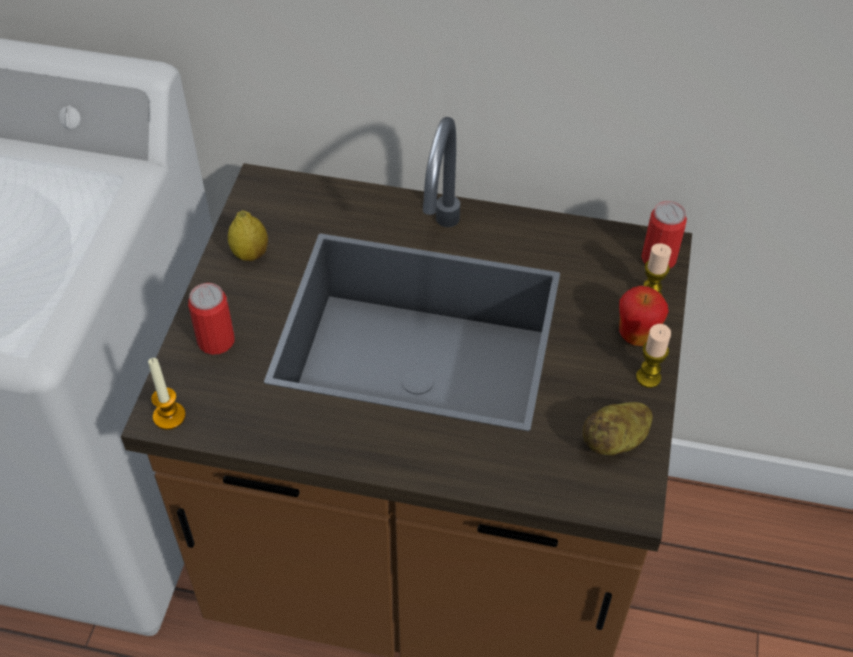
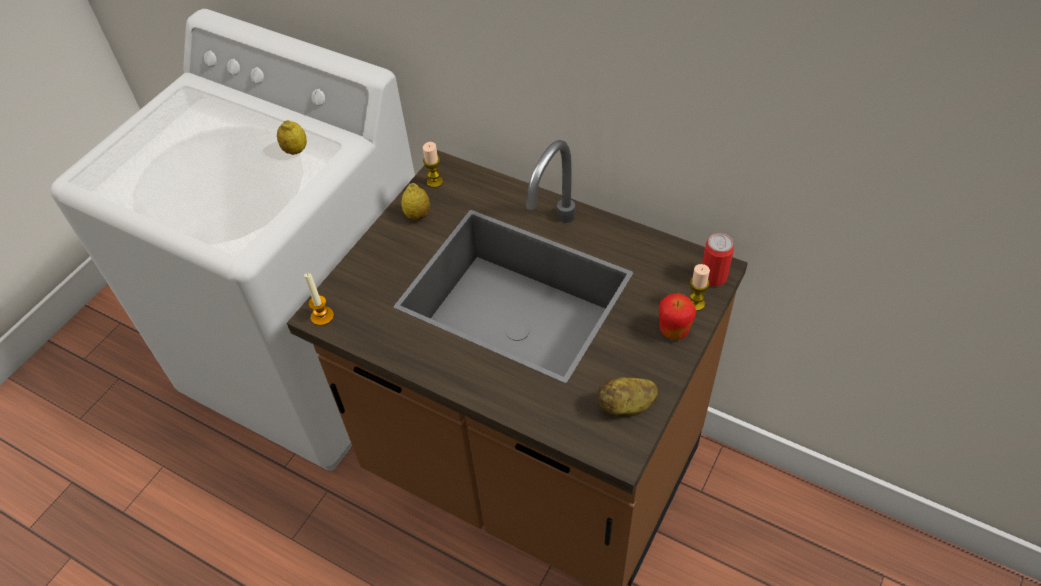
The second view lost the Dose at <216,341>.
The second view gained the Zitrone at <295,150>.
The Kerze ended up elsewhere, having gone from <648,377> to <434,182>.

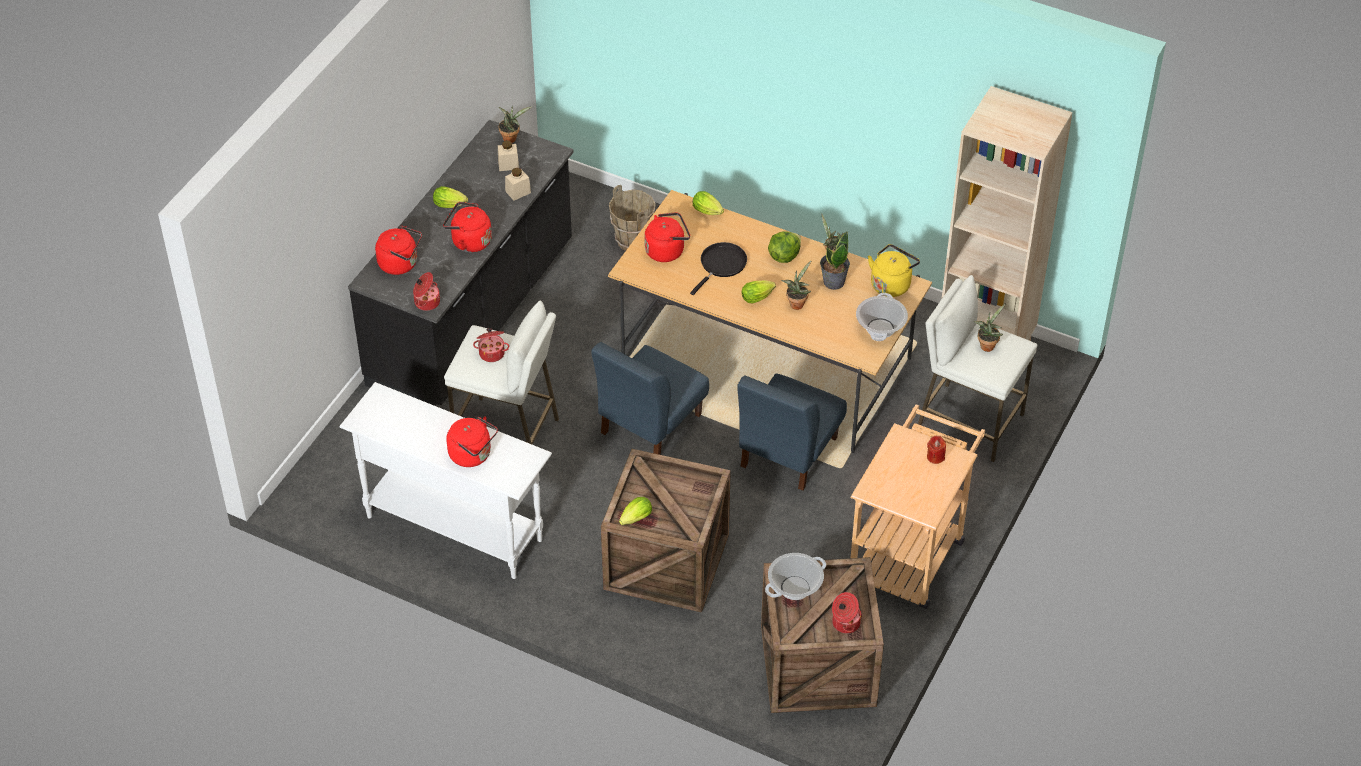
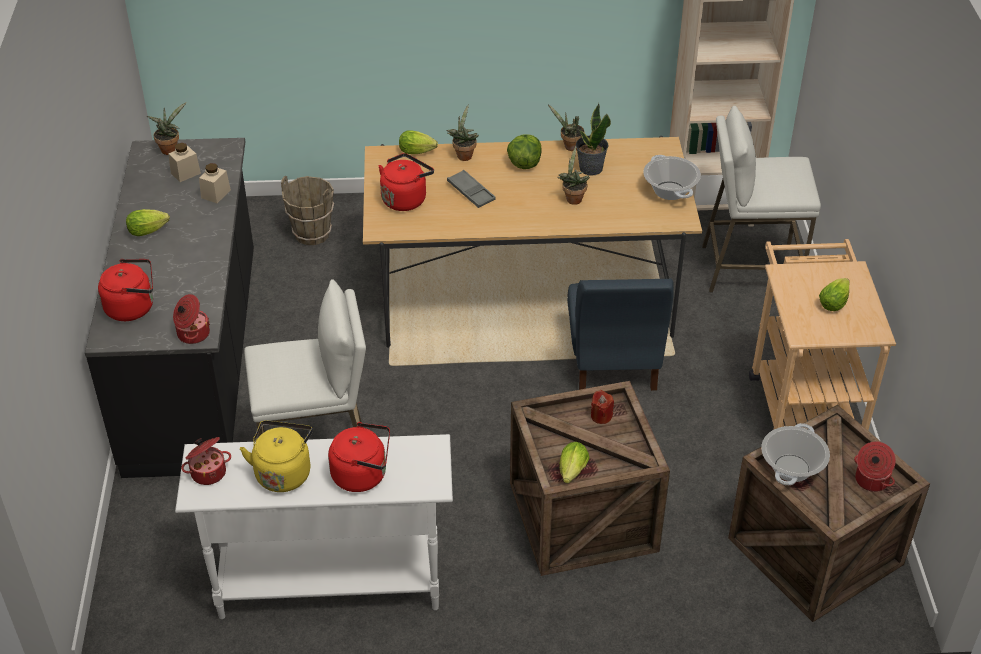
The second view lost the Wasserkessel (rot) at <469,241>.
The second view lost the Stuhl (blau) at <650,423>.
The Kochtopf ended up elsewhere, having gone from <492,353> to <208,472>.
The Salatkopf ended up elsewhere, having gone from <758,297> to <834,302>.
The Wasserkessel (gelb) ended up elsewhere, having gone from <891,284> to <283,472>.
The Kerze (rot) ended up elsewhere, having gone from <935,457> to <601,416>.
The Topfpflanze ended up elsewhere, having gone from <987,345> to <463,155>.
Where the Pfanne (schwarz) stood at <721,265>, the Tablett (grau) came to stand at <471,192>.

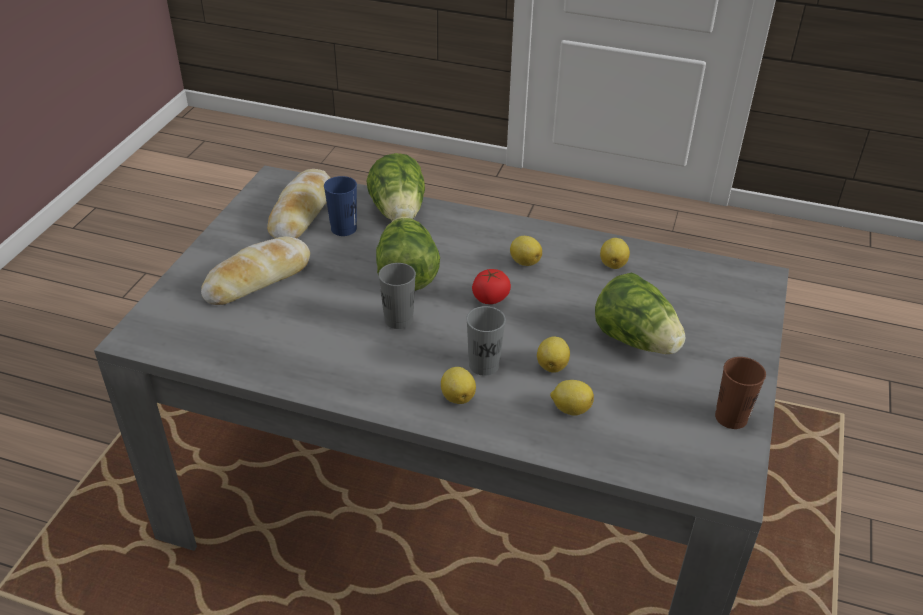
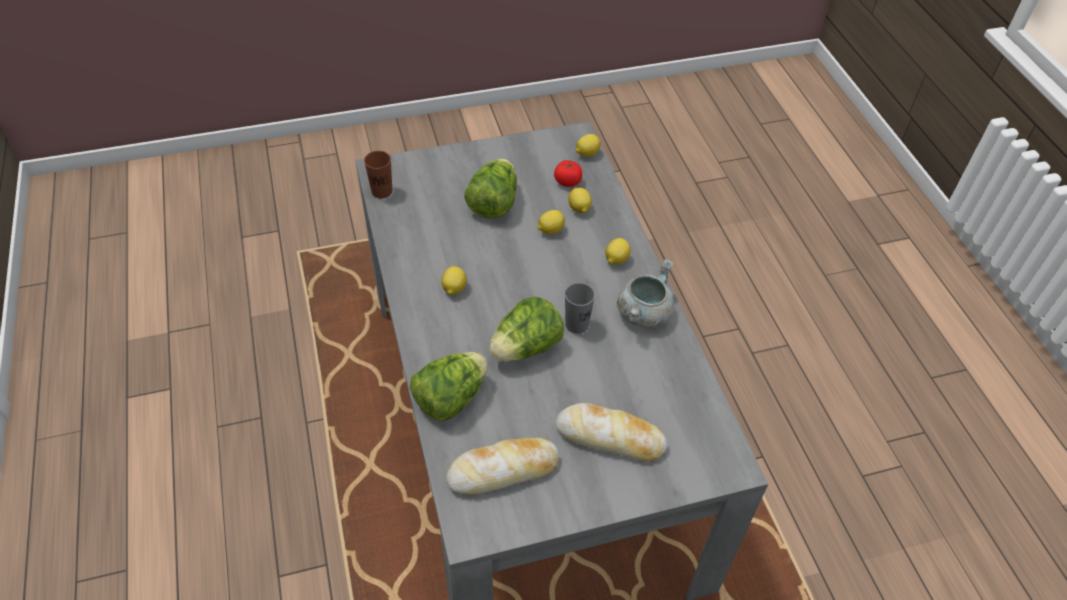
The second view lost the Tasse (blau) at <344,229>.
The second view lost the Tasse (grau) at <484,365>.
The second view gained the Kochtopf (grau) at <643,313>.
The Tomate ended up elsewhere, having gone from <490,298> to <567,182>.
The Zitrone ended up elsewhere, having gone from <613,264> to <587,154>.
The Tasse (braun) ended up elsewhere, having gone from <731,417> to <382,191>.

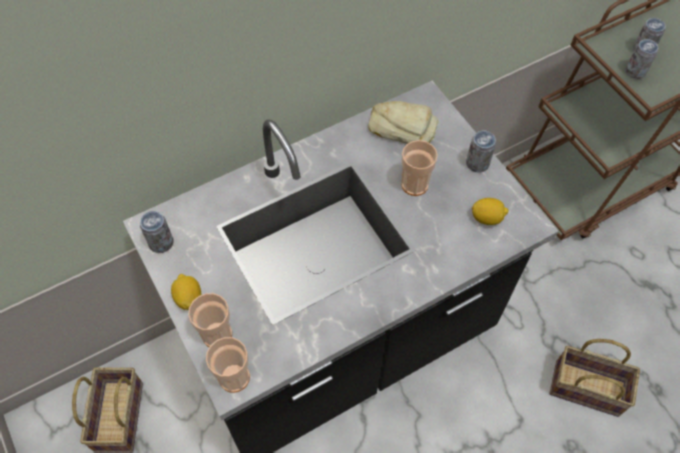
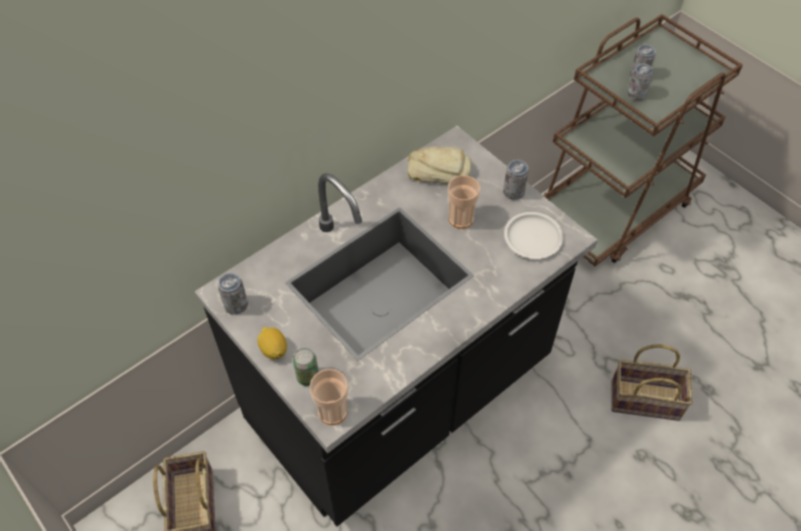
Where the Tasse stood at <217,334>, the Dose came to stand at <308,377>.
Where the Zitrone stood at <487,218>, the Teller (weiß) came to stand at <532,238>.

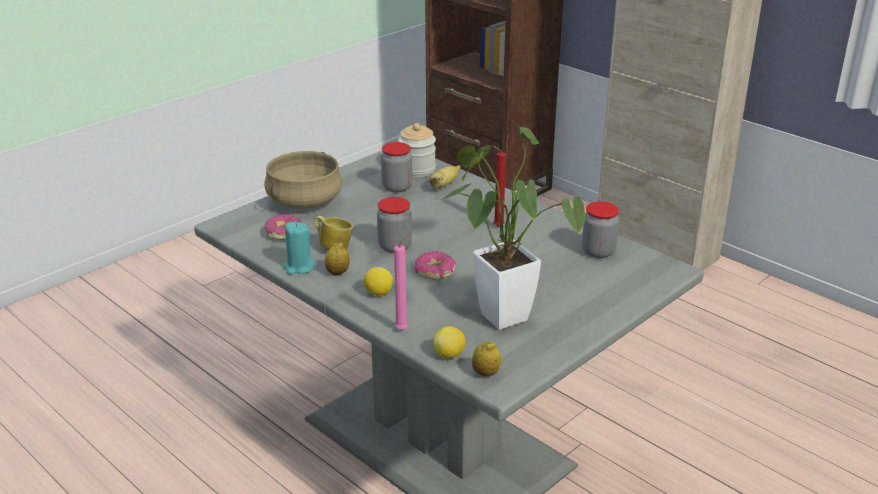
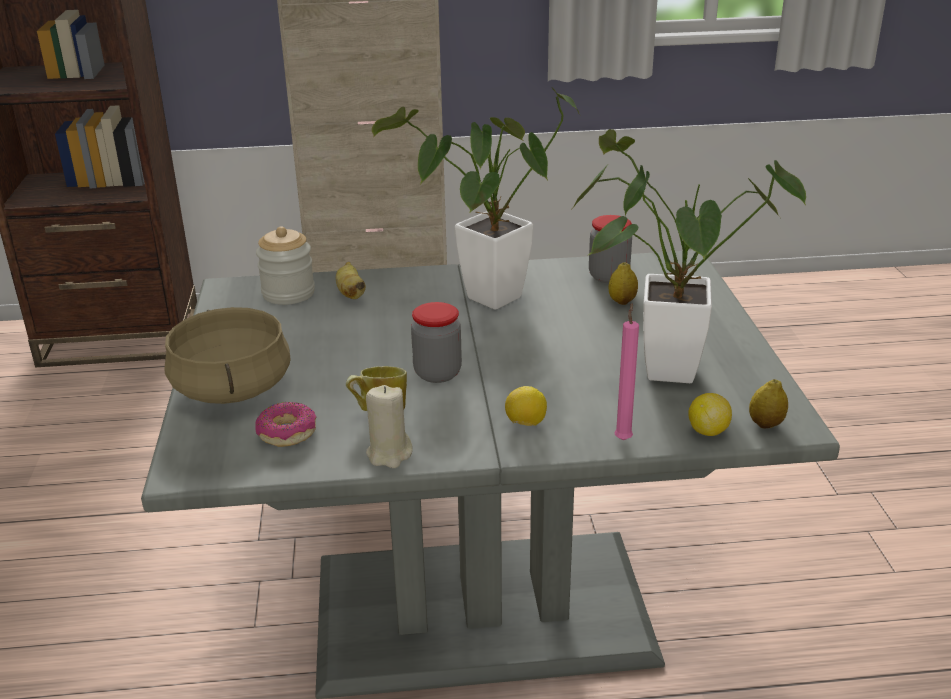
The second view lost the Vorratsglas at <397,187>.
The second view lost the Donut at <435,272>.
The Zitrone ended up elsewhere, having gone from <337,272> to <622,301>.
Where the Kerze (rot) stood at <496,226>, the Topfpflanze came to stand at <485,302>.
What was the Kerze (türkis) at <299,267> turned into the Kerze (beige) at <389,454>.

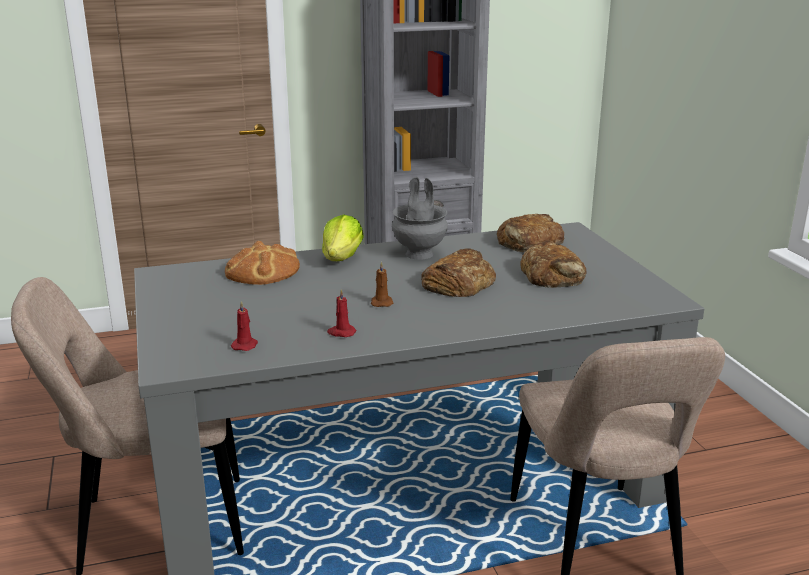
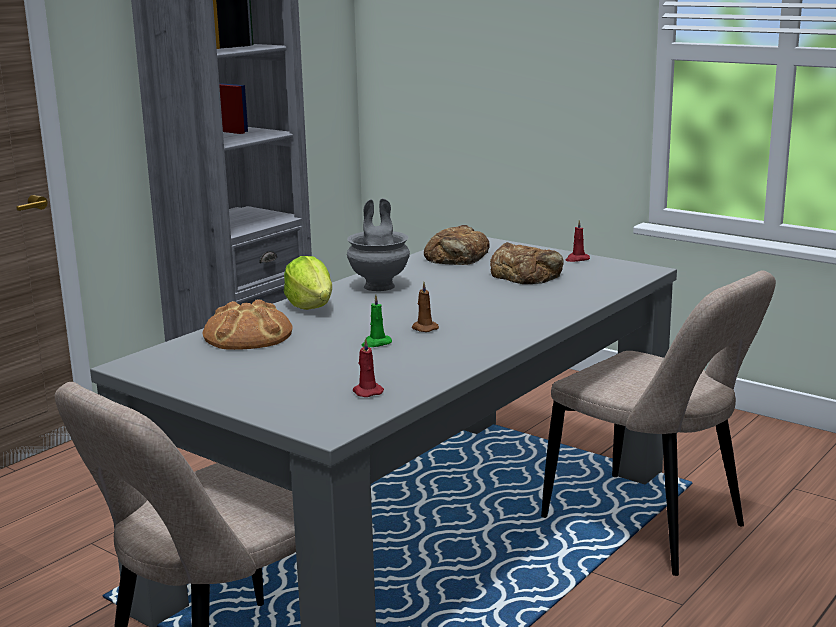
The second view lost the Brot at <458,283>.
The second view gained the Kerze (grün) at <376,343>.
The Kerze (rot) ended up elsewhere, having gone from <341,332> to <577,259>.

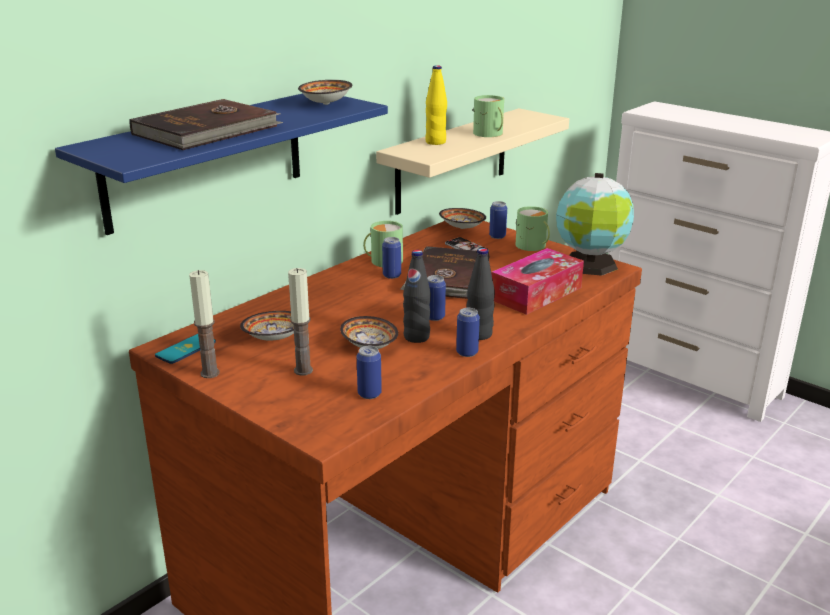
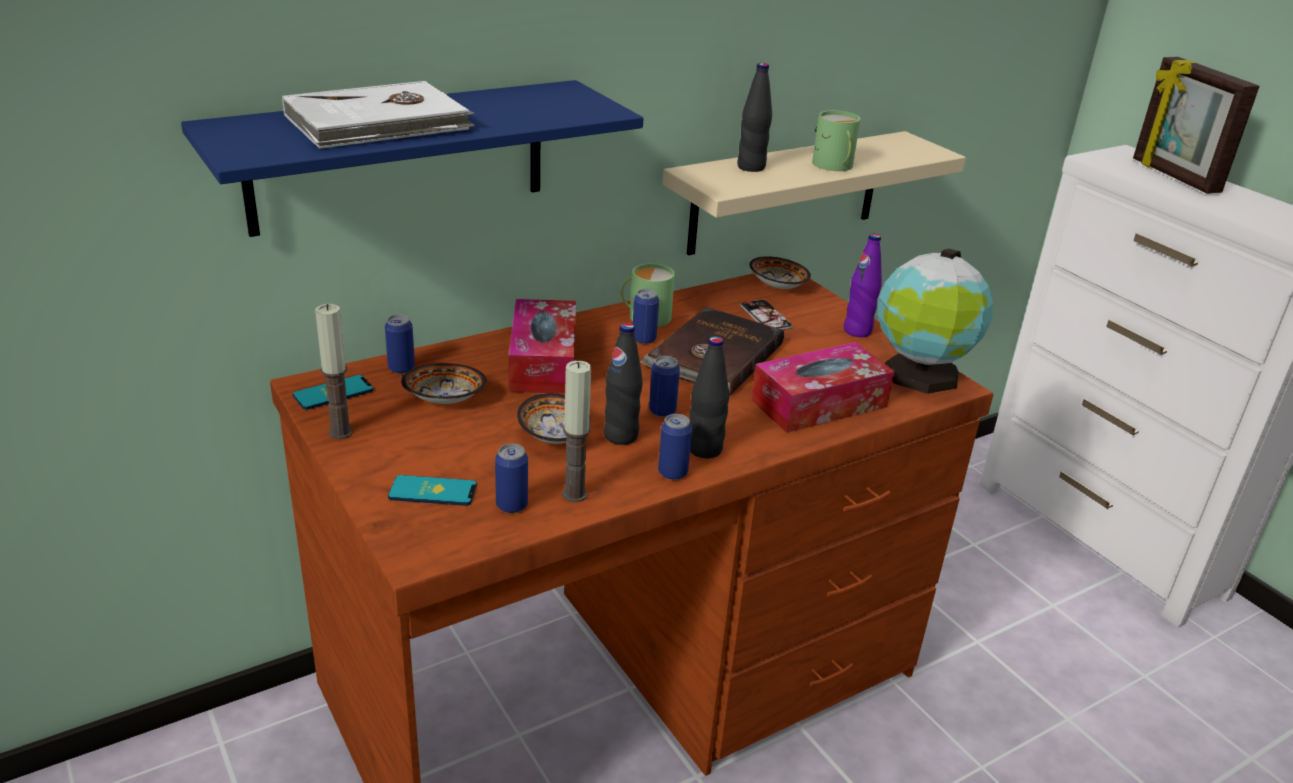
The second view lost the Schüssel at <327,104>.
The second view gained the Handy at <433,491>.
The second view gained the Taschentuchbox at <543,362>.
The second view gained the Bilderrahmen at <1173,176>.
The Kerze ended up elsewhere, having gone from <303,370> to <574,494>.
The Dose ended up elsewhere, having gone from <497,236> to <401,368>.
Where the Henkelbecher (grün) stood at <533,246>, the Flasche (lila) came to stand at <857,331>.
What was the Buch (braun) at <208,130> turned into the Buch (weiß) at <379,123>.
What was the Flasche (gelb) at <435,142> turned into the Flasche (schwarz) at <751,167>.

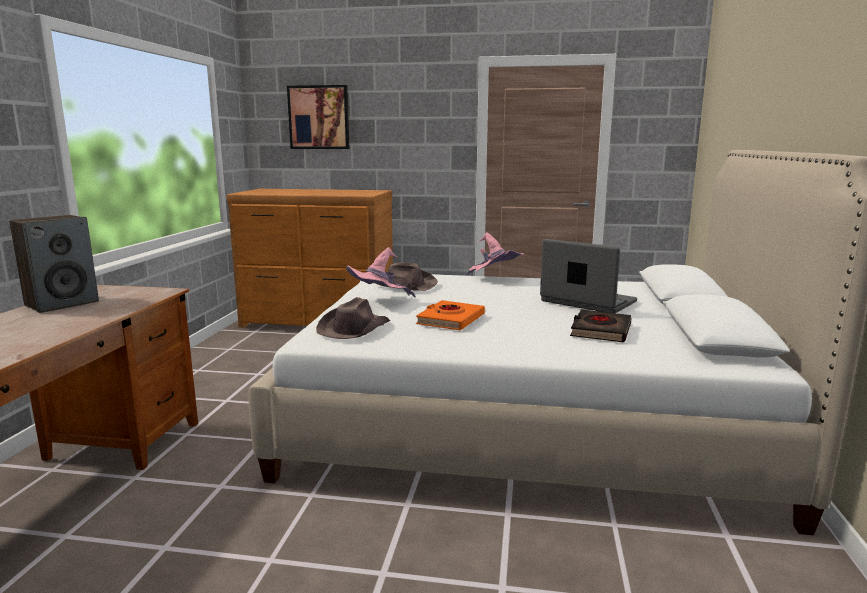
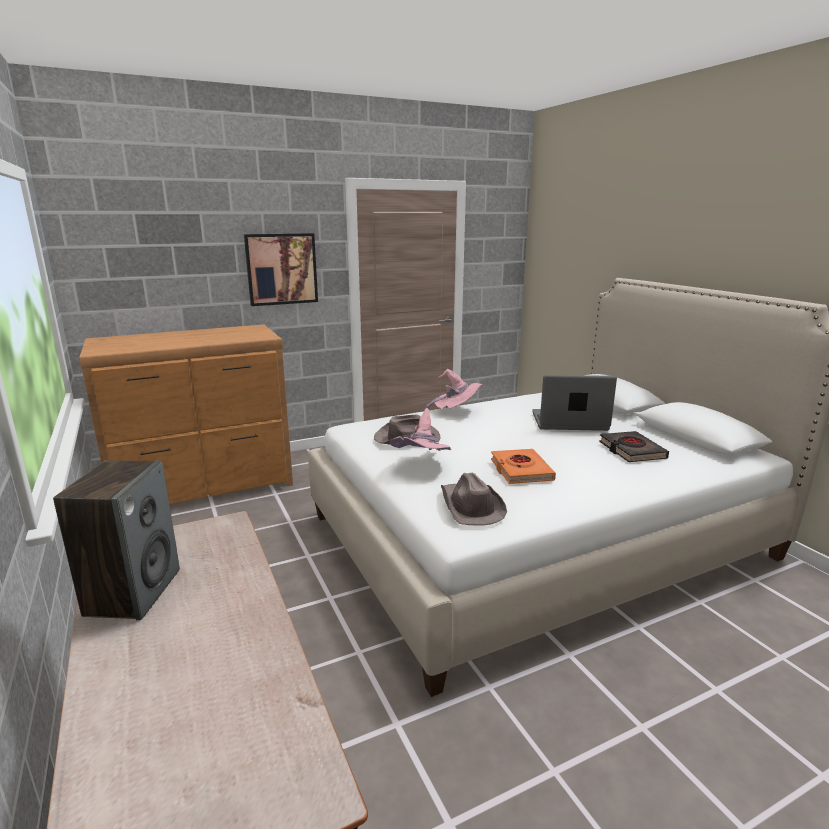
The Bild ended up elsewhere, having gone from <319,117> to <281,269>.

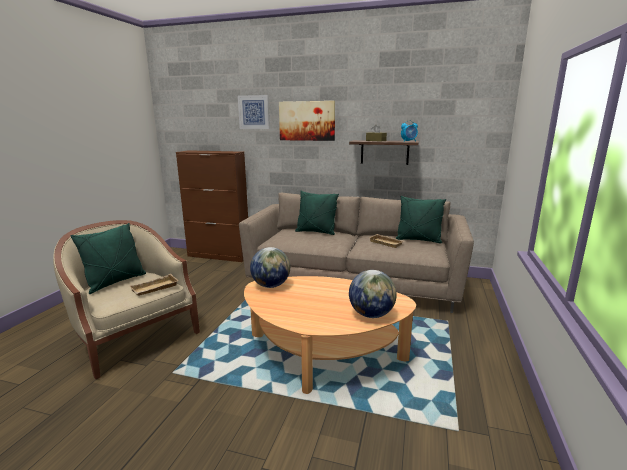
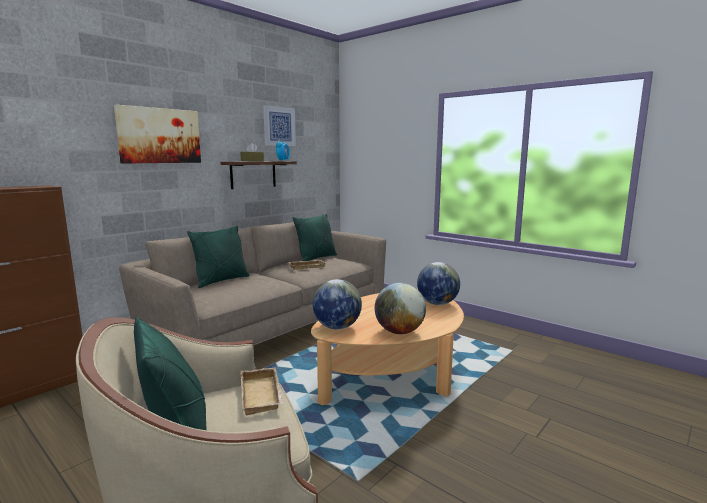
The second view gained the Globus at <399,332>.
The Bild ended up elsewhere, having gone from <254,112> to <279,126>.

